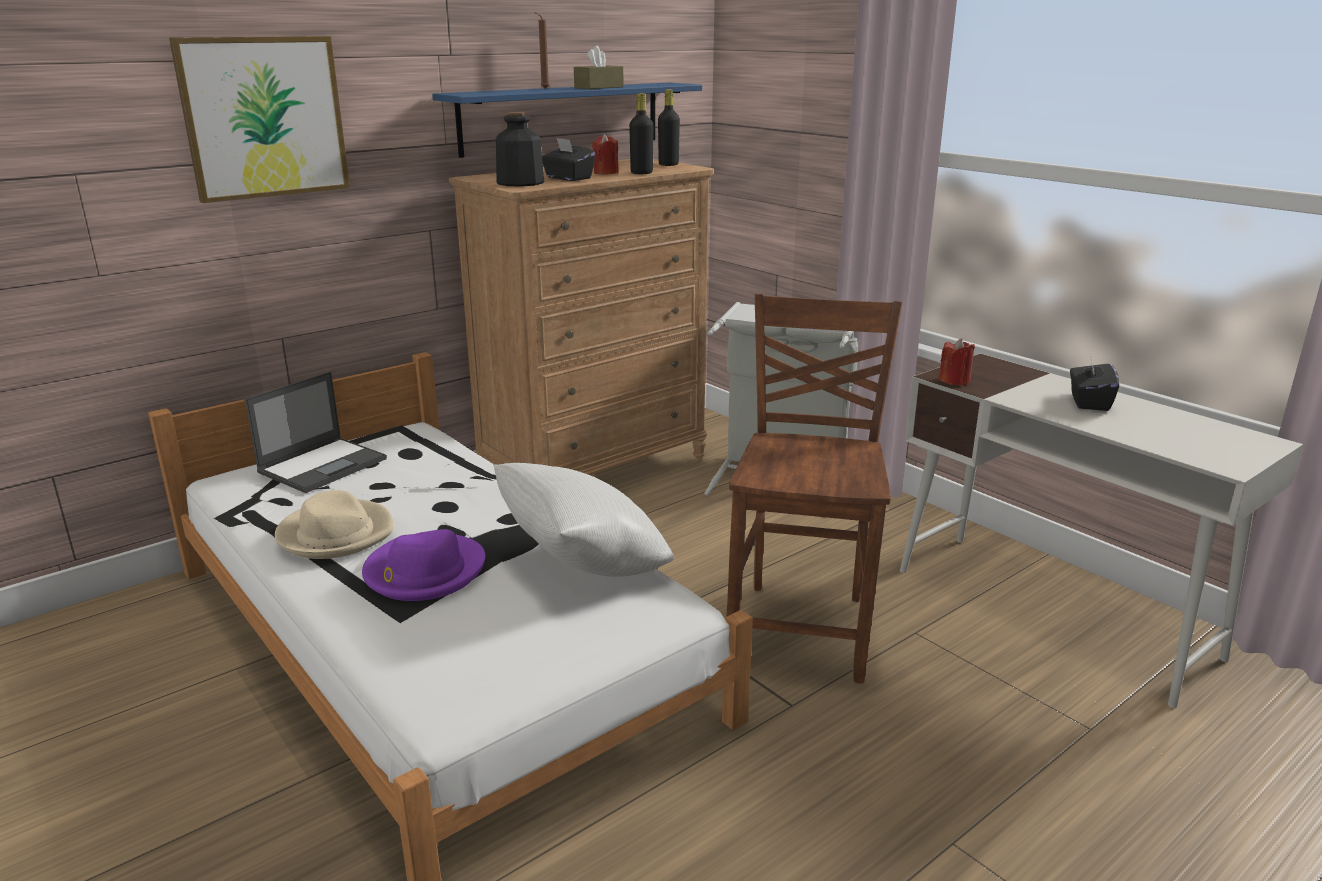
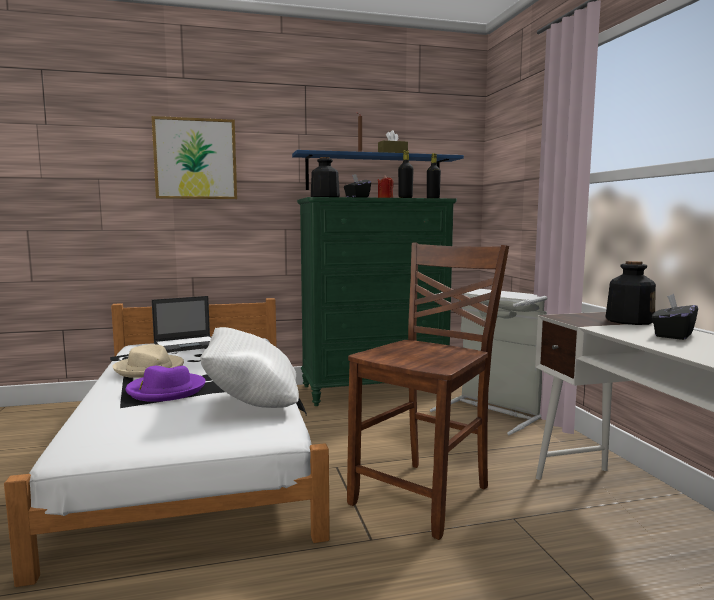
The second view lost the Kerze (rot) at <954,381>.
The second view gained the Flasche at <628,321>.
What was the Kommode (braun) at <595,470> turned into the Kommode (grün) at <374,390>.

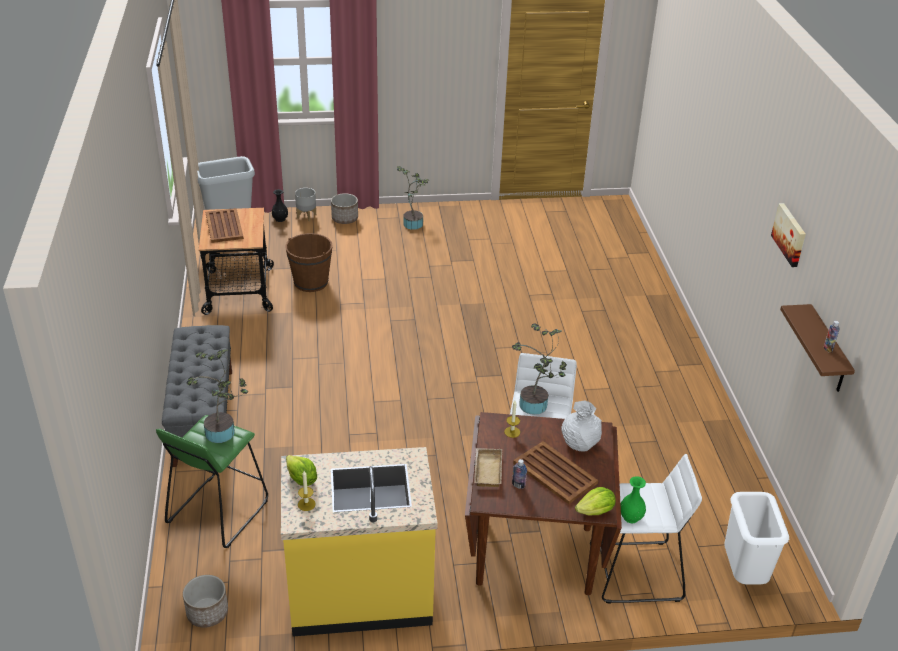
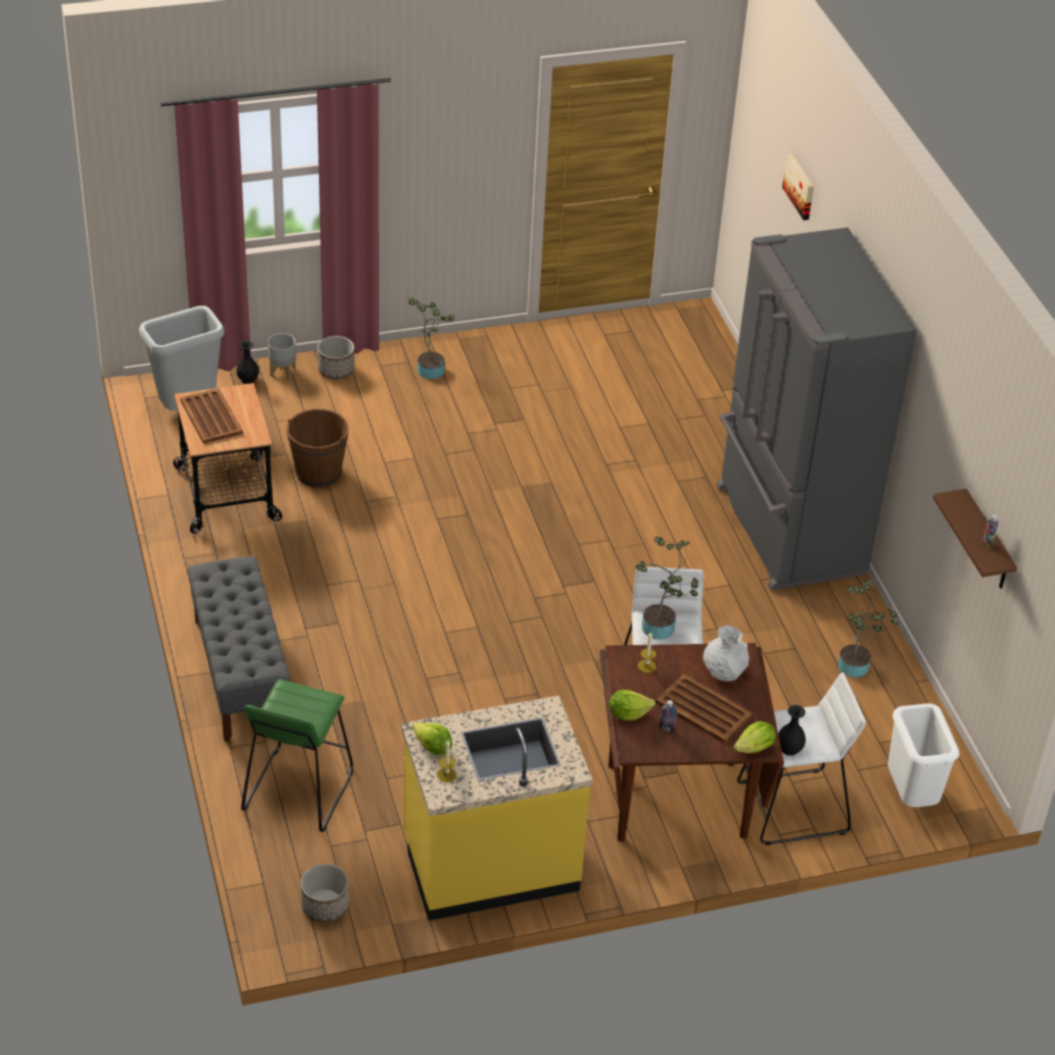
The second view gained the Kühlschrank (grau) at <786,531>.
The Topfpflanze ended up elsewhere, having gone from <223,433> to <857,666>.
The Bild ended up elsewhere, having gone from <790,234> to <800,186>.
Where the Tablett (beige) stood at <486,470>, the Salatkopf came to stand at <628,714>.
What was the Vase (grün) at <631,517> turned into the Vase (schwarz) at <789,749>.

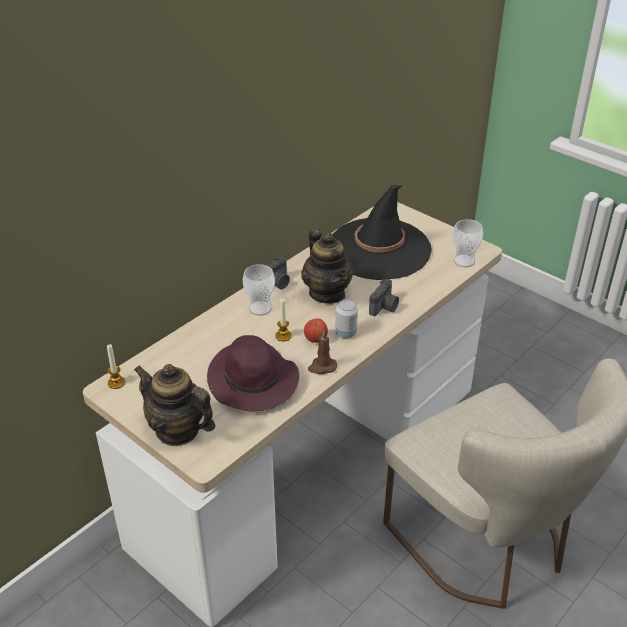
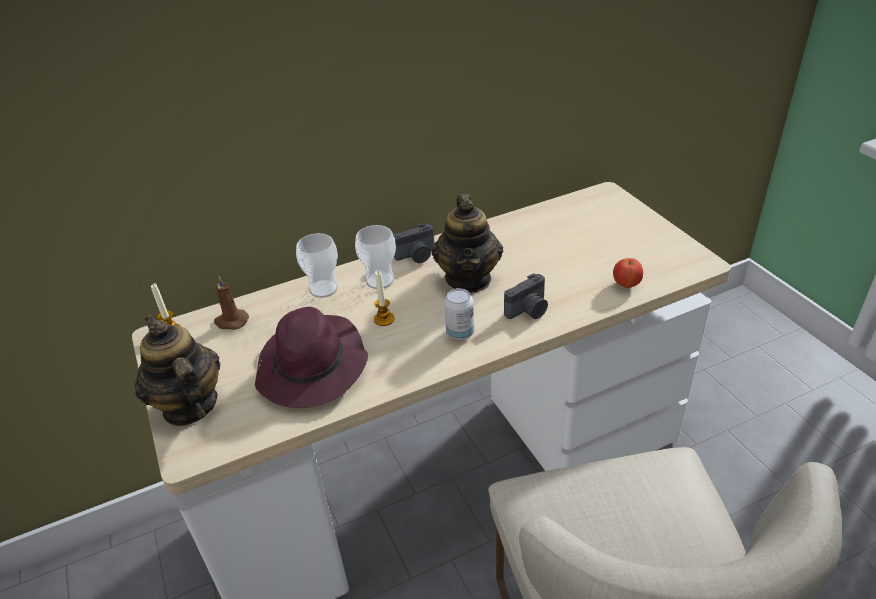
The second view lost the Hut (schwarz) at <379,249>.
The Apfel ended up elsewhere, having gone from <315,340> to <626,284>.
The Kerze (braun) ended up elsewhere, having gone from <322,367> to <231,321>.
The Tasse ended up elsewhere, having gone from <464,261> to <323,289>.

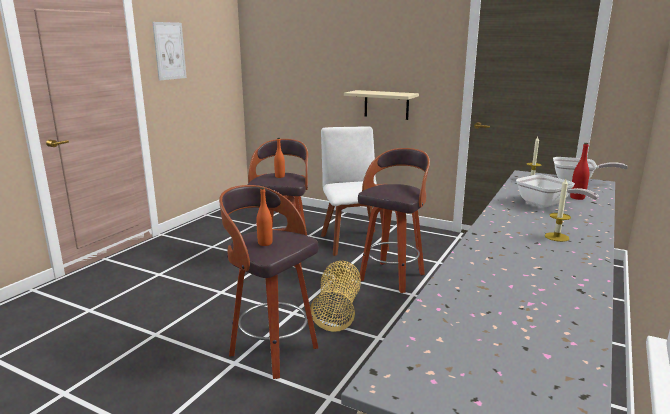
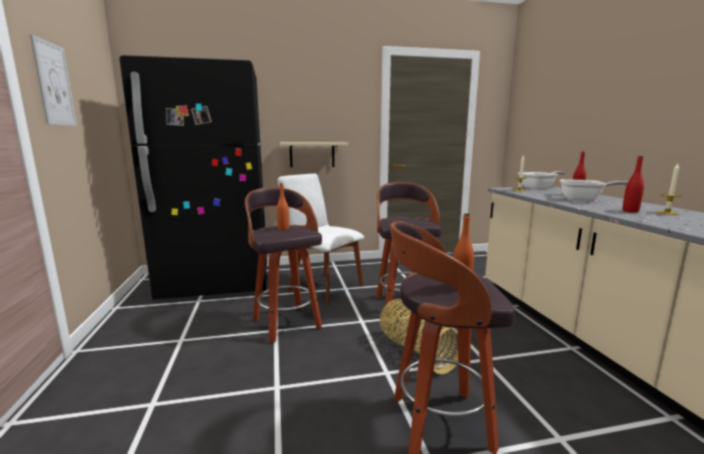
The second view gained the Kühlschrank (schwarz) at <217,283>.
The second view gained the Flasche (rot) at <630,211>.

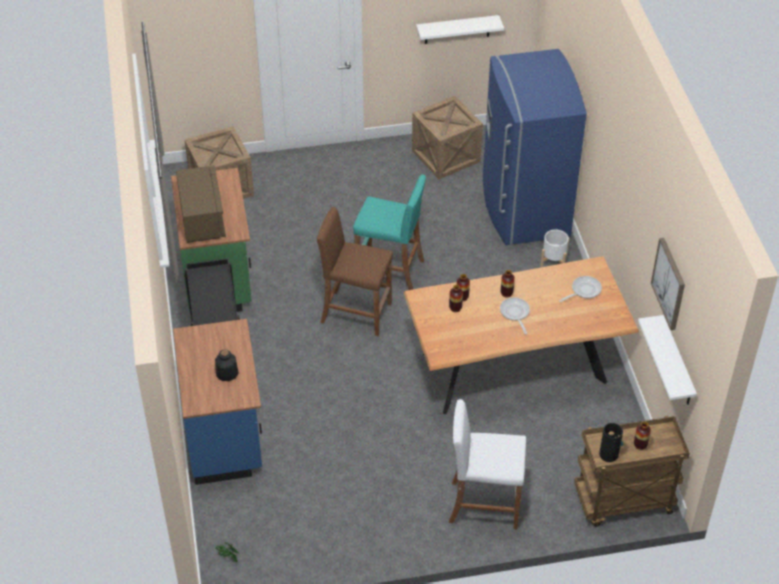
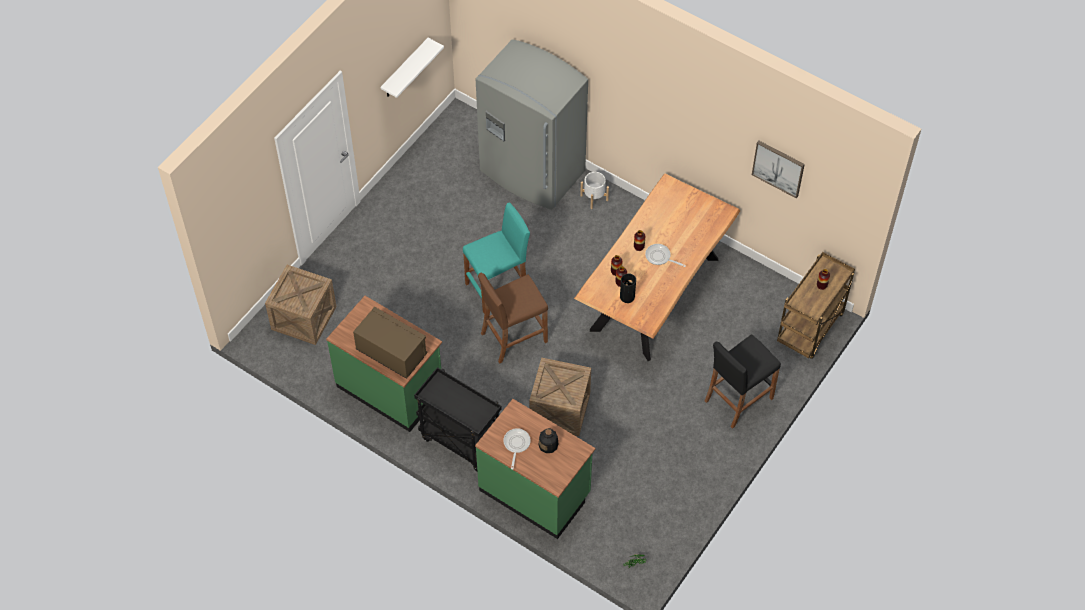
The second view lost the Wandregal (weiß) at <677,363>.
The Kiste ended up elsewhere, having gone from <446,156> to <560,409>.
The Pfanne ended up elsewhere, having gone from <583,290> to <516,444>.
The Vase ended up elsewhere, having gone from <609,454> to <627,296>.
What was the Küchenzeile (blau) at <225,436> turned into the Küchenzeile (grün) at <535,492>.
What was the Hocker (weiß) at <483,504> turned into the Hocker (schwarz) at <738,399>.
What was the Kühlschrank (blau) at <523,209> turned into the Kühlschrank (grau) at <531,173>.

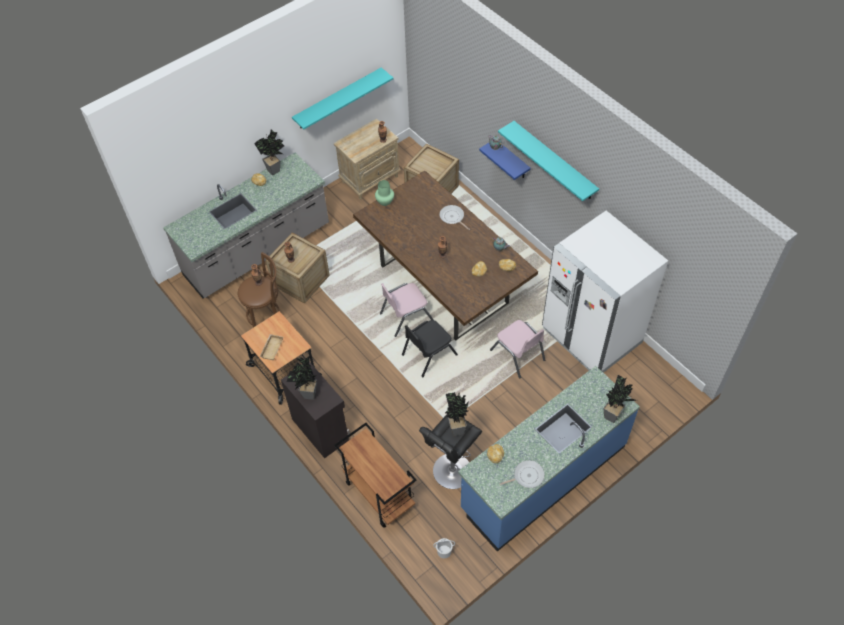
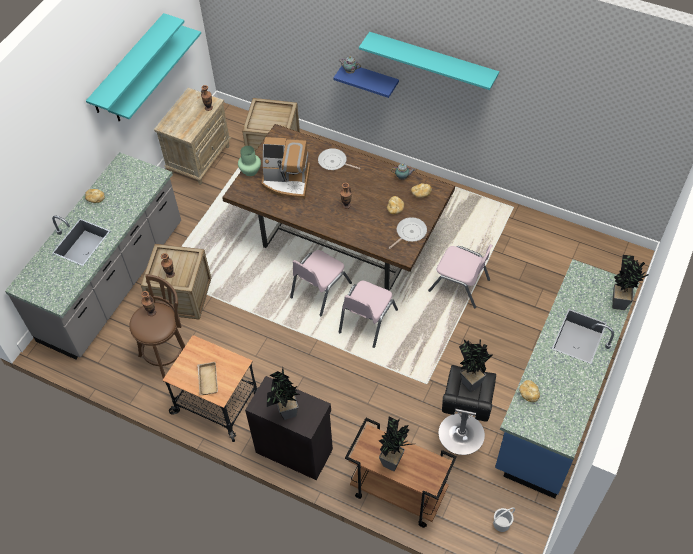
The second view lost the Kühlschrank (weiß) at <591,335>.
The second view gained the Wandregal (türkis) at <128,64>.
The second view gained the Kaffeemaschine at <286,181>.
The Topfpflanze ended up elsewhere, having gone from <276,170> to <394,461>.
The Pfanne ended up elsewhere, having gone from <526,476> to <409,233>.
What was the Stuhl (schwarz) at <428,354> turned into the Stuhl (rosa) at <367,321>.

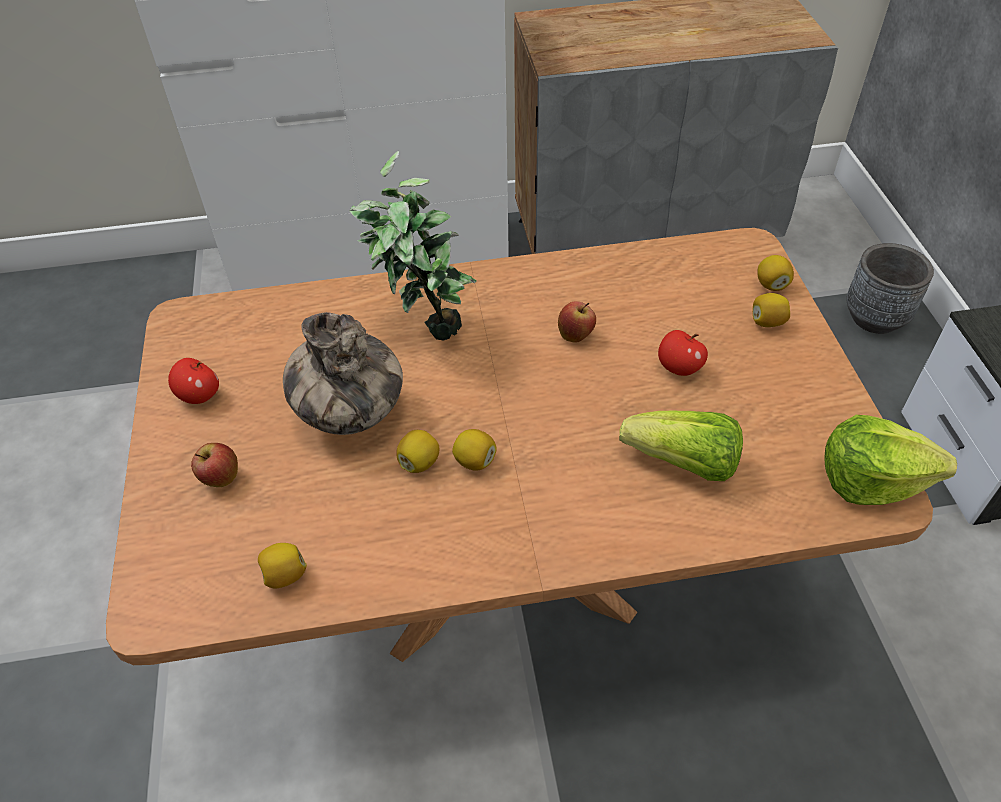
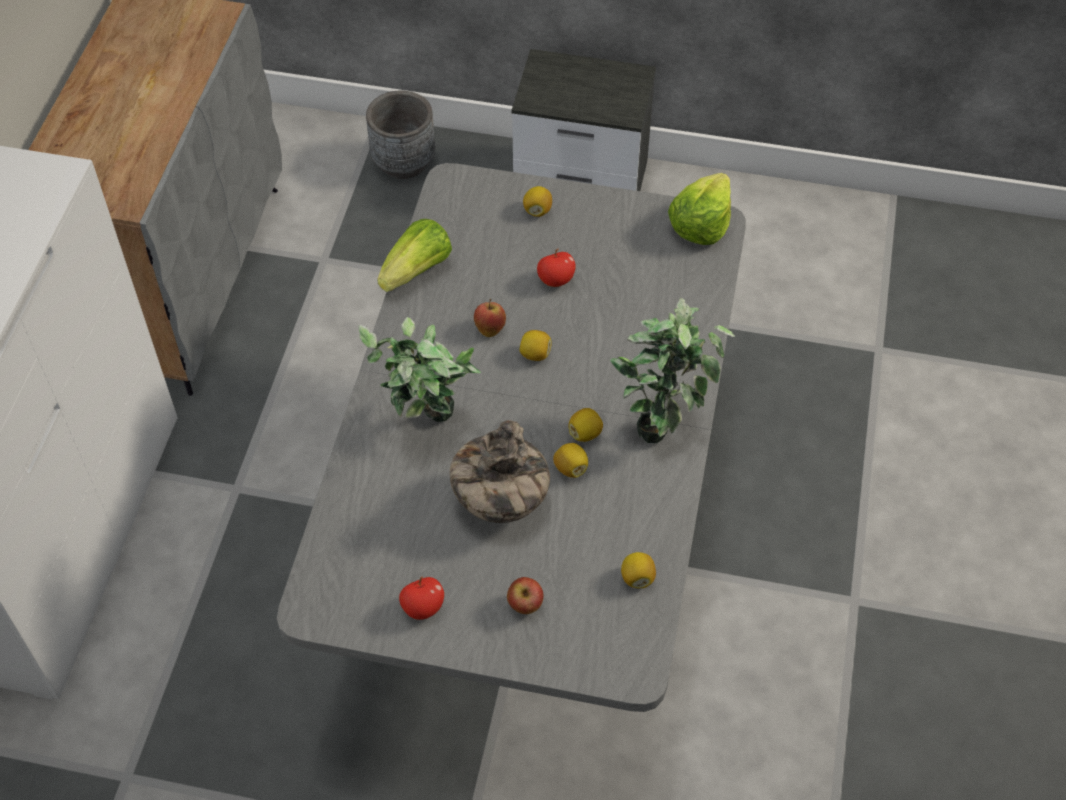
The second view gained the Topfpflanze at <663,421>.
The Salatkopf ended up elsewhere, having gone from <683,463> to <417,271>.
The Zitrone ended up elsewhere, having gone from <771,284> to <535,354>.
What was the Esstisch (braun) at <505,573> turned into the Esstisch (grau) at <531,545>.

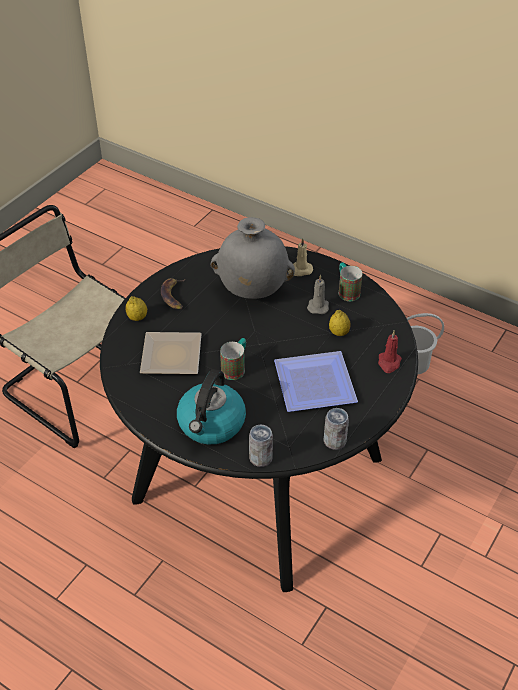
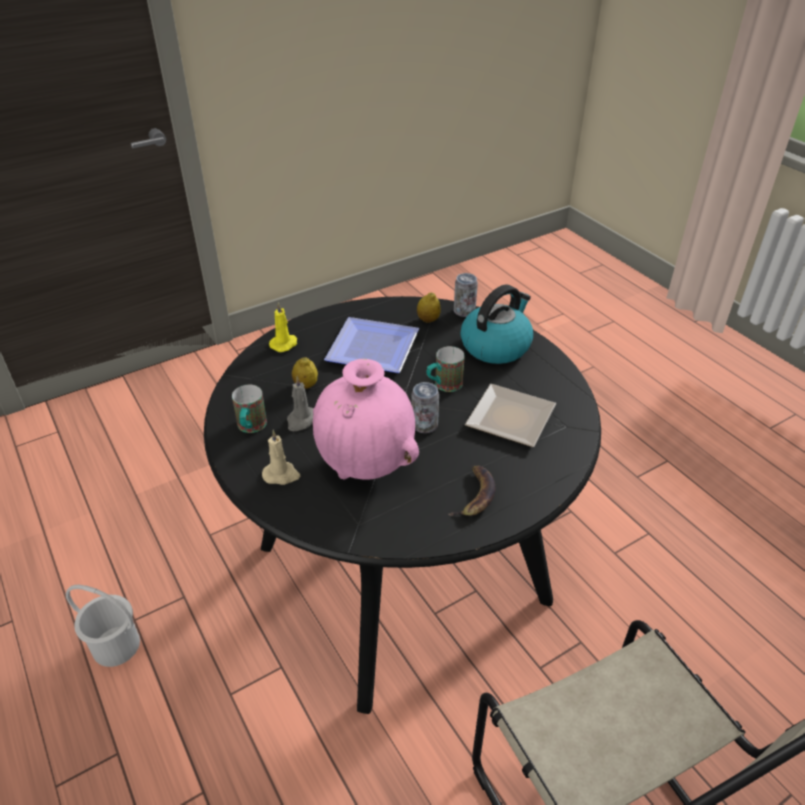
The Zitrone ended up elsewhere, having gone from <137,318> to <428,320>.
The Dose ended up elsewhere, having gone from <334,441> to <424,425>.
What was the Vase (grau) at <252,291> turned into the Vase (rosa) at <366,466>.
What was the Kerze (rot) at <389,363> turned into the Kerze (gelb) at <284,344>.

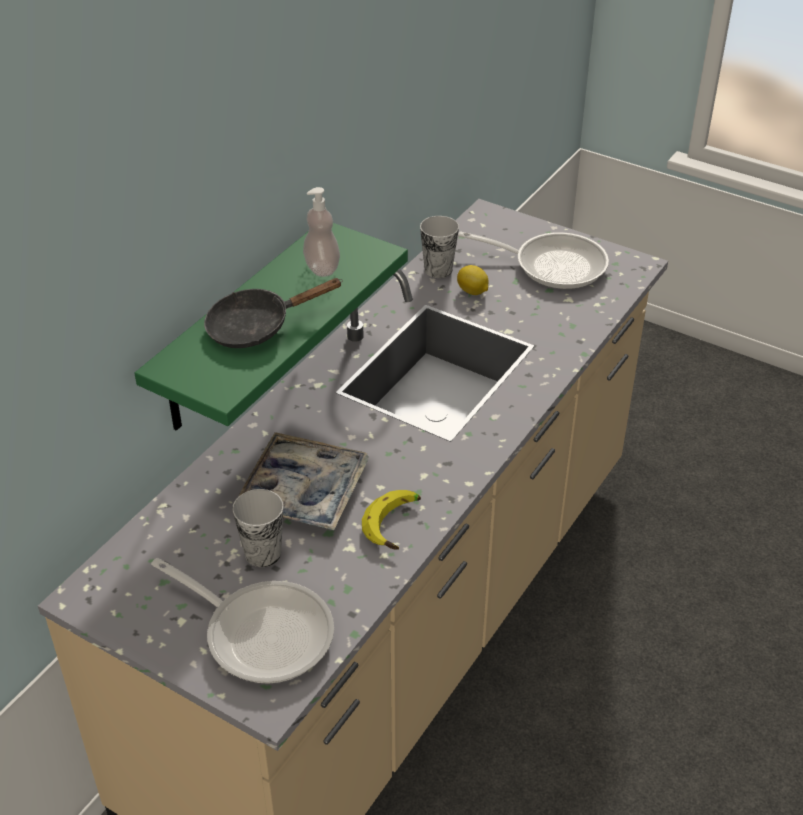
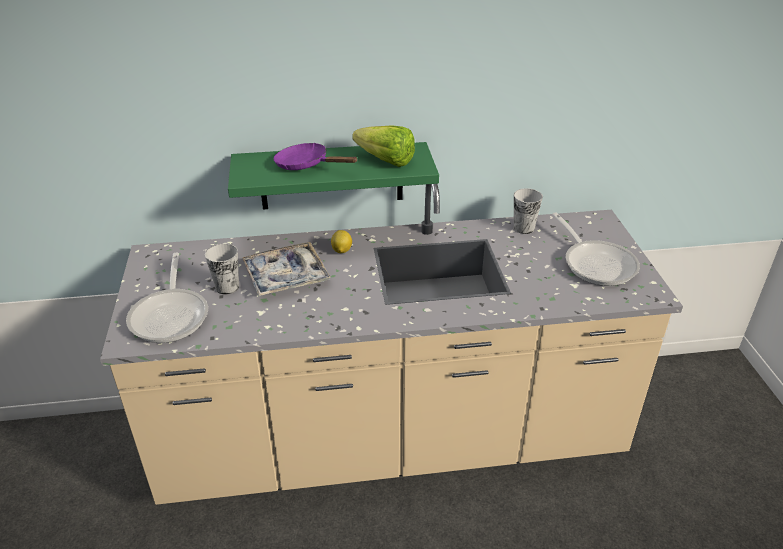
The second view lost the Banane at <396,525>.
The Zitrone ended up elsewhere, having gone from <473,292> to <341,250>.
Where the Seifenspender stood at <322,268>, the Salatkopf came to stand at <382,159>.
What was the Pfanne (schwarz) at <257,327> turned into the Pfanne (lila) at <307,165>.

